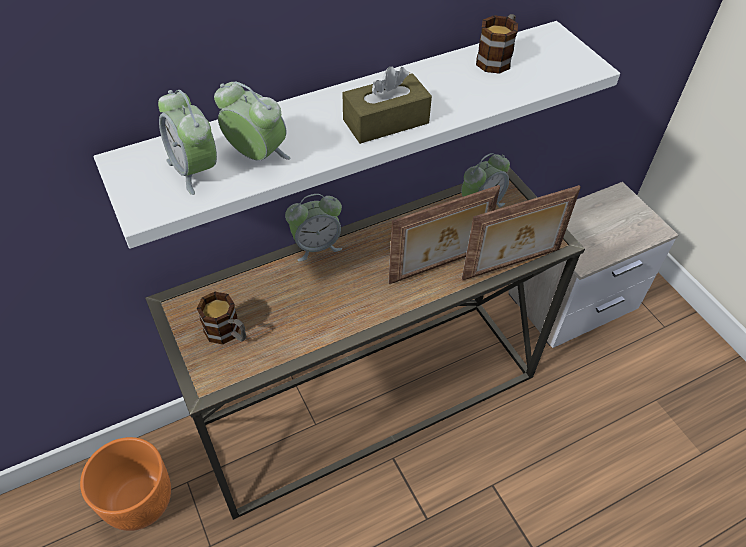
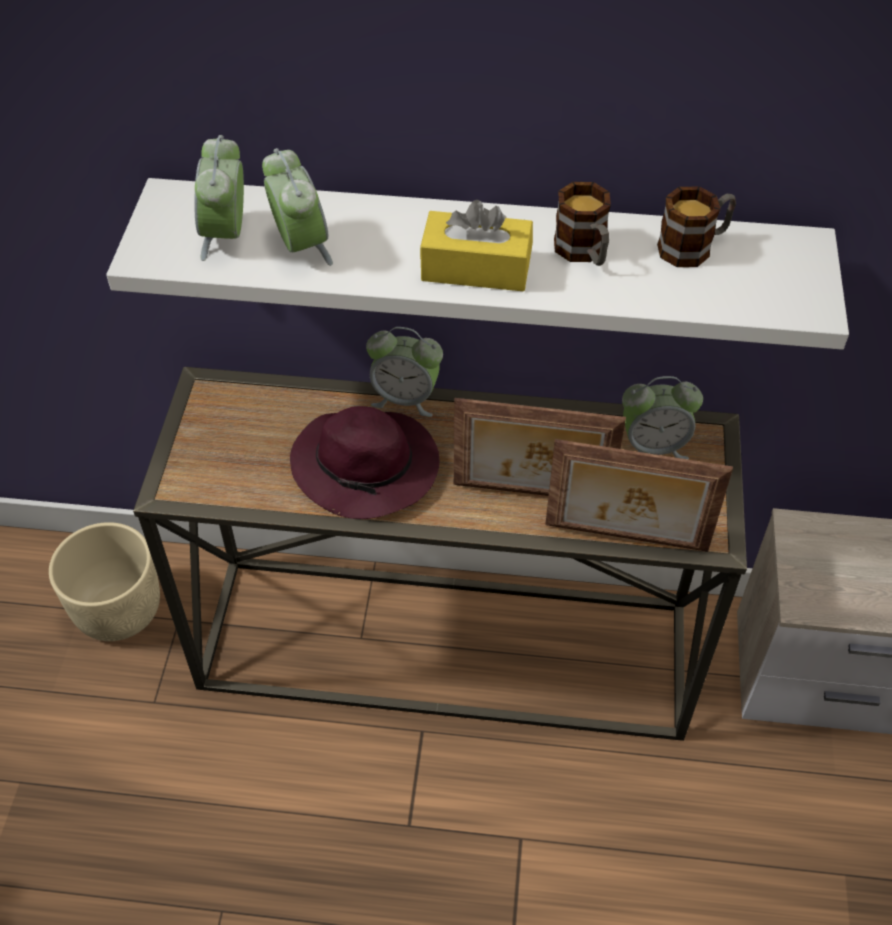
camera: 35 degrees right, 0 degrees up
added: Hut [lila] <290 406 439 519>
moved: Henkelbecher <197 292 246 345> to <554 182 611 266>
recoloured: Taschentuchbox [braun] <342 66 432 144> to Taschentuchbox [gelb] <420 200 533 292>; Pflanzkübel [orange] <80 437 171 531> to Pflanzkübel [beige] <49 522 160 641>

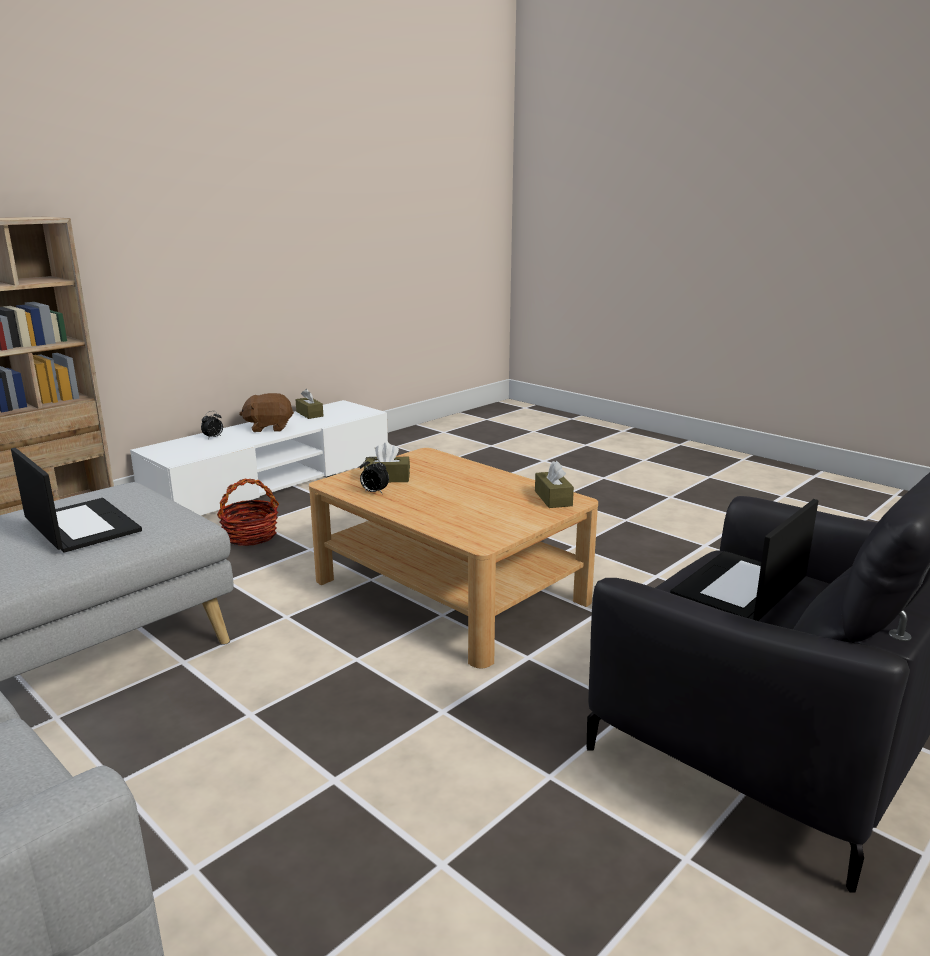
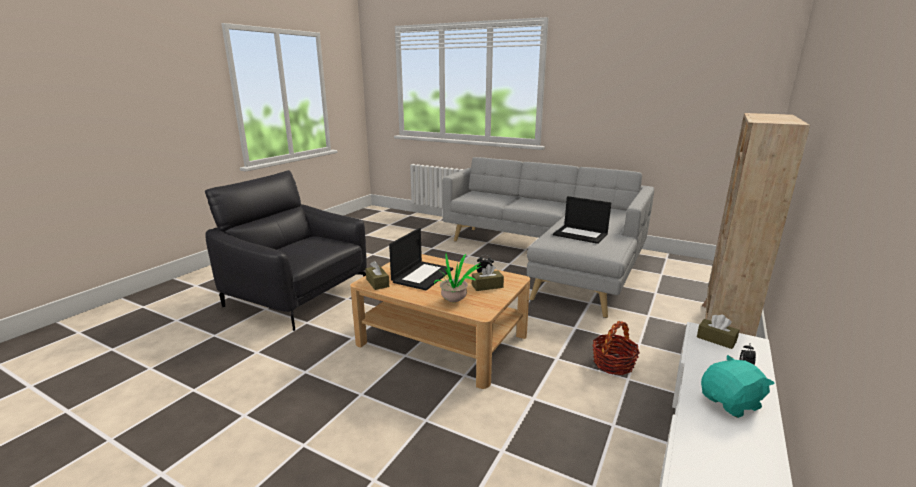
camera: 165 degrees right, 0 degrees up
added: Topfpflanze <432 254 481 302>
moved: Taschentuchbox [braun] <295 389 323 419> to <697 314 739 349>; Laptop <670 499 818 621> to <389 228 453 290>
recoloured: Plüschtier [braun] <239 393 294 432> to Plüschtier [türkis] <701 355 775 418>

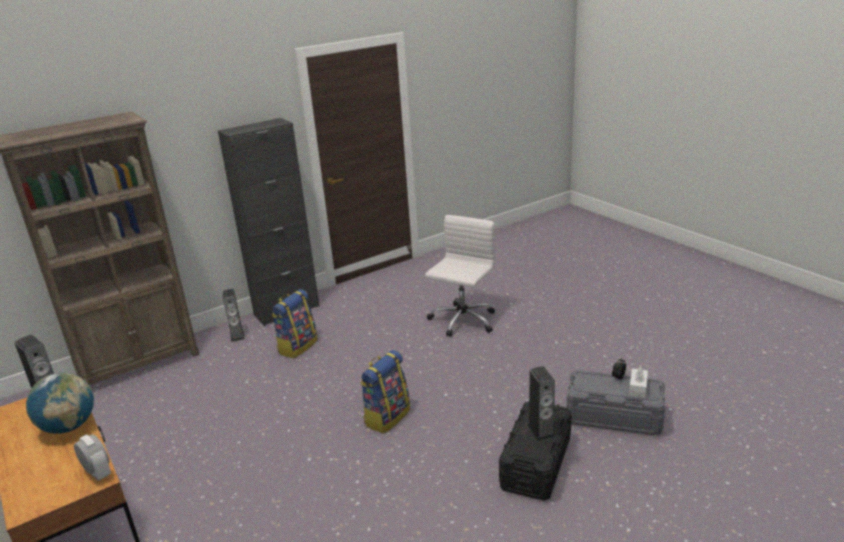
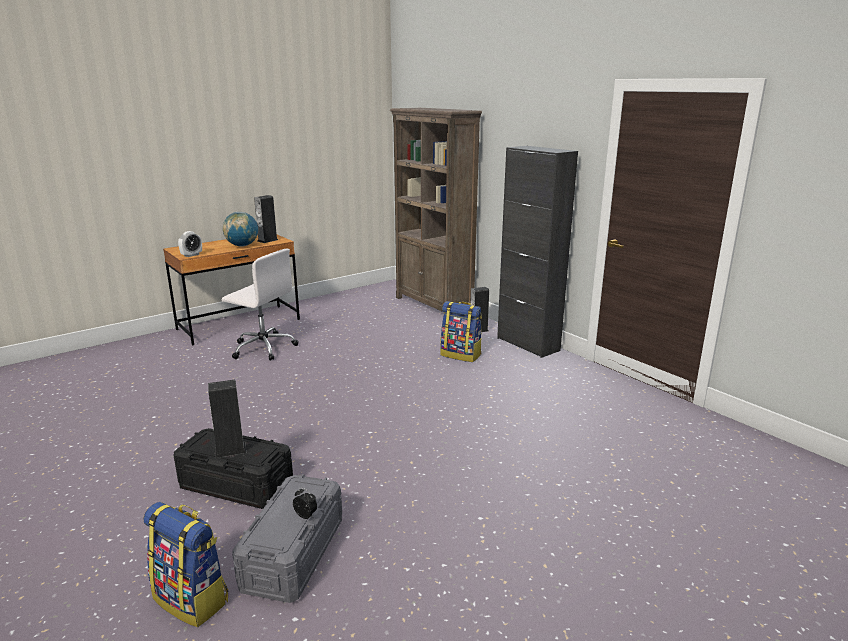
camera: 85 degrees right, 5 degrees down
removed: Taschentuchbox [weiß] <629 366 648 398>
moved: Bürostuhl [weiß] <425 215 495 337> to <222 249 299 361>; Rucksack <360 350 410 433> to <143 502 228 627>

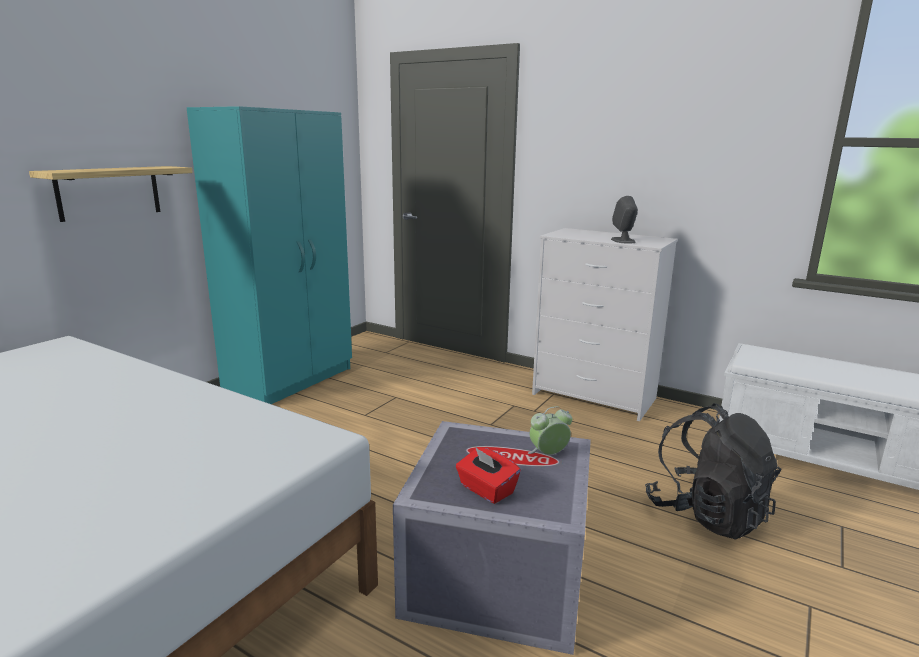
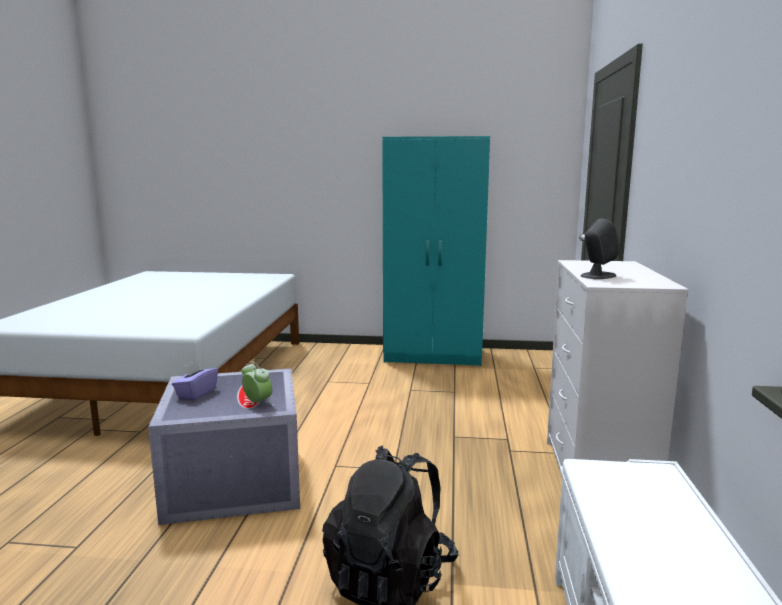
camera: 65 degrees right, 5 degrees down
removed: Wandregal <29 166 193 222>
recoloured: Taschentuchbox [rot] <456 447 521 504> to Taschentuchbox [lila] <172 361 218 400>

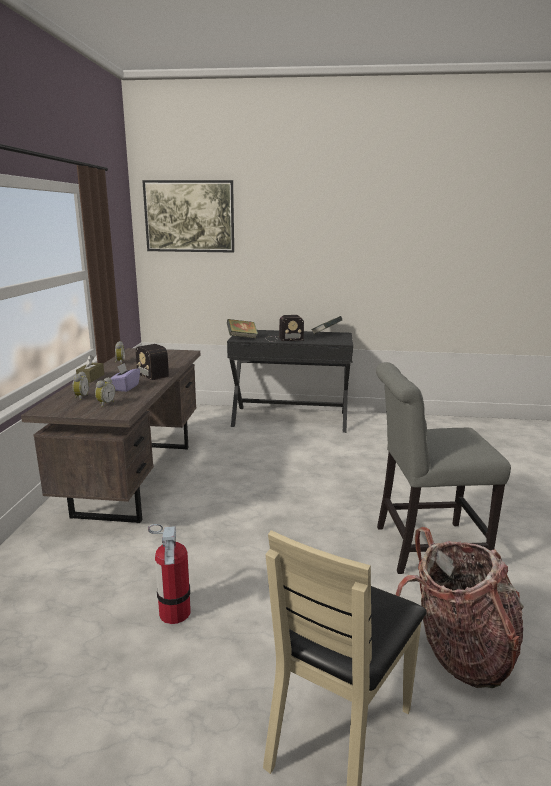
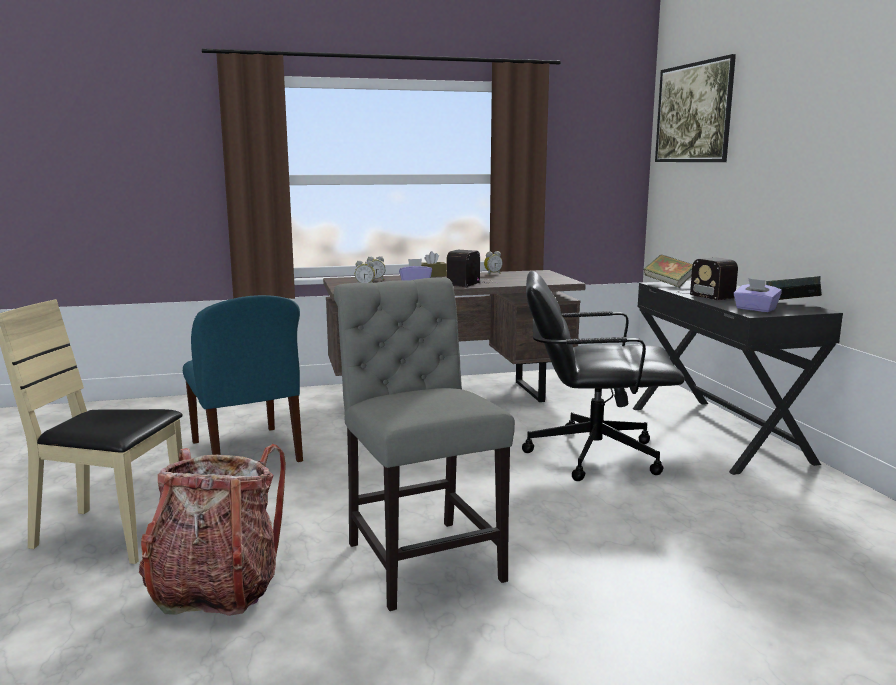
camera: 70 degrees right, 5 degrees down
added: Bürostuhl [schwarz] <522 271 685 481>; Taschentuchbox [lila] <733 278 782 312>
replaced: Feuerlöscher <148 524 191 624> to Stuhl [blau] <183 295 303 462>

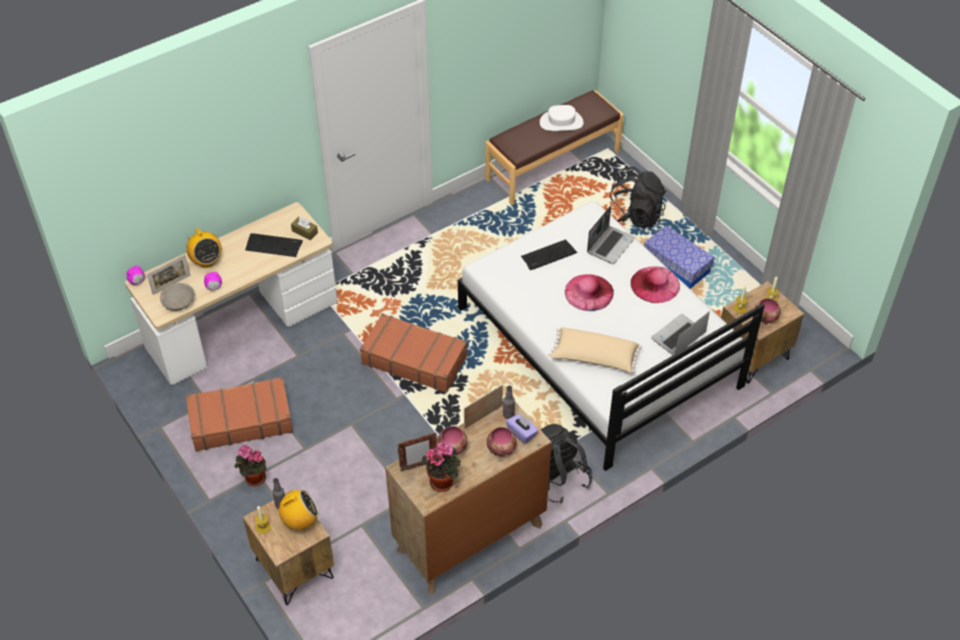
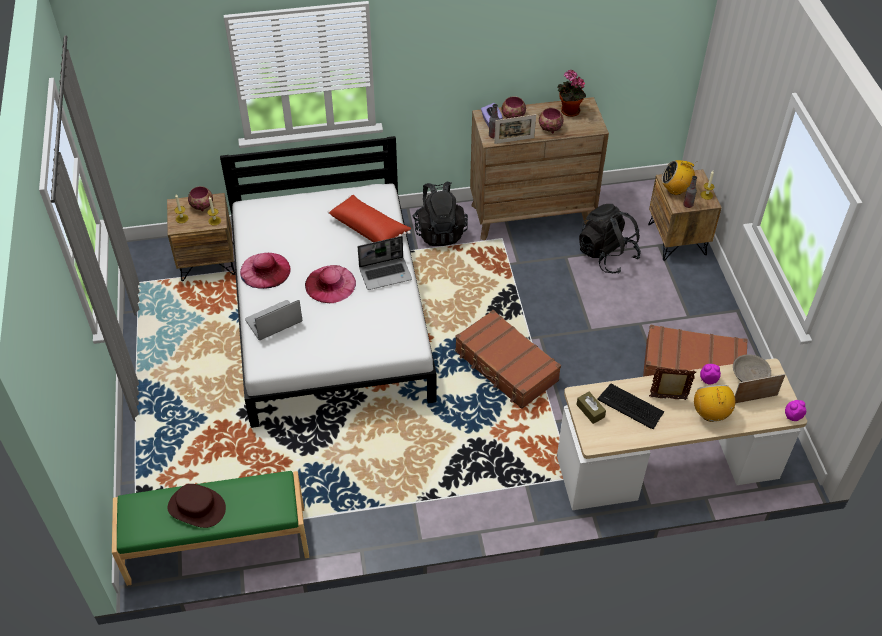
camera: 155 degrees left, 0 degrees up
removed: Aufbewahrungsbox <644 225 715 289>; Tastatur <521 239 577 270>; Topfpflanze <234 445 266 486>
moved: Rucksack [schwarz] <610 167 667 228> to <579 204 641 274>; Laptop <651 312 710 355> to <358 236 412 290>; Bilderrahmen <397 432 437 472> to <649 367 696 400>
recoloured: Bank [braun] <485 90 624 205> to Bank [grün] <112 471 309 586>; Hut [weiß] <540 105 583 131> to Hut [braun] <167 484 226 528>; Kissen [beige] <548 328 642 373> to Kissen [rot] <327 195 411 242>

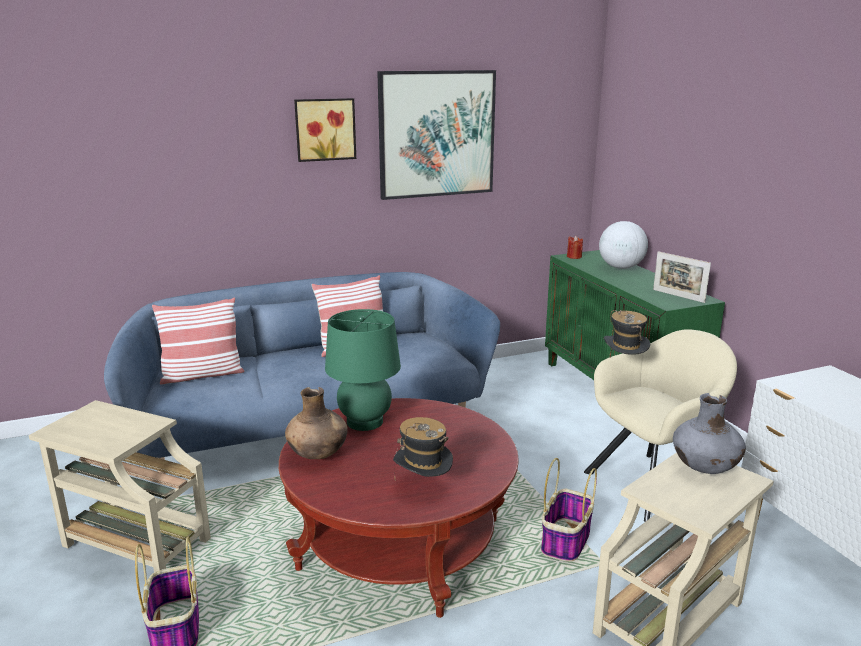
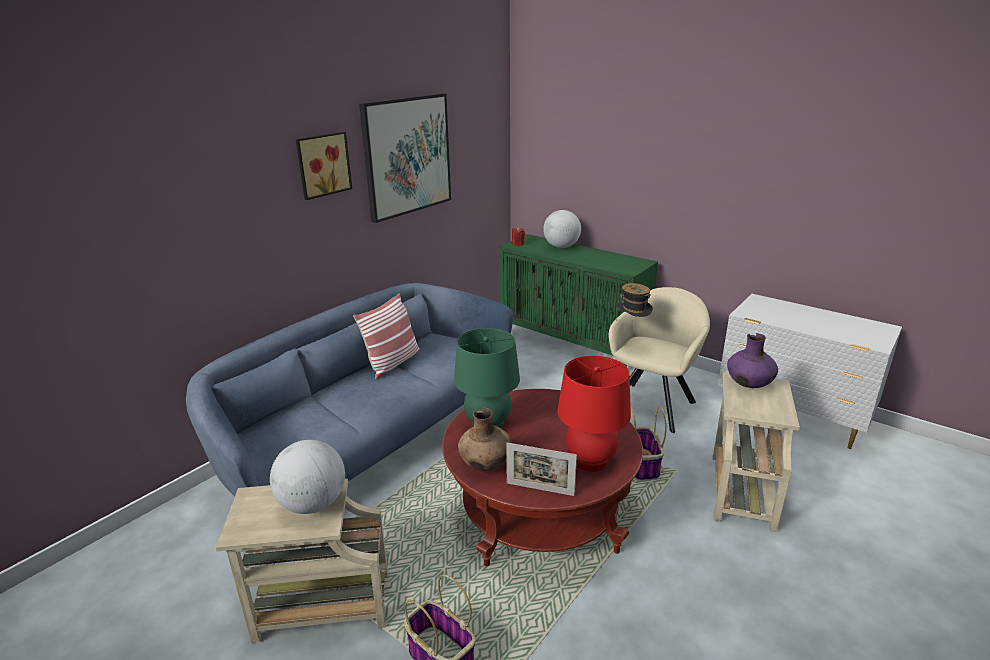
camera: 30 degrees left, 5 degrees up
removed: Kissen <152 297 244 385>
added: Globus <270 440 345 514>
moved: Bilderrahmen <653 251 711 303> to <506 443 577 496>
replaced: Hut <393 417 453 477> to Tischlampe [rot] <558 356 631 472>
recoloured: Vase [grau] <673 393 746 474> to Vase [lila] <727 333 778 388>

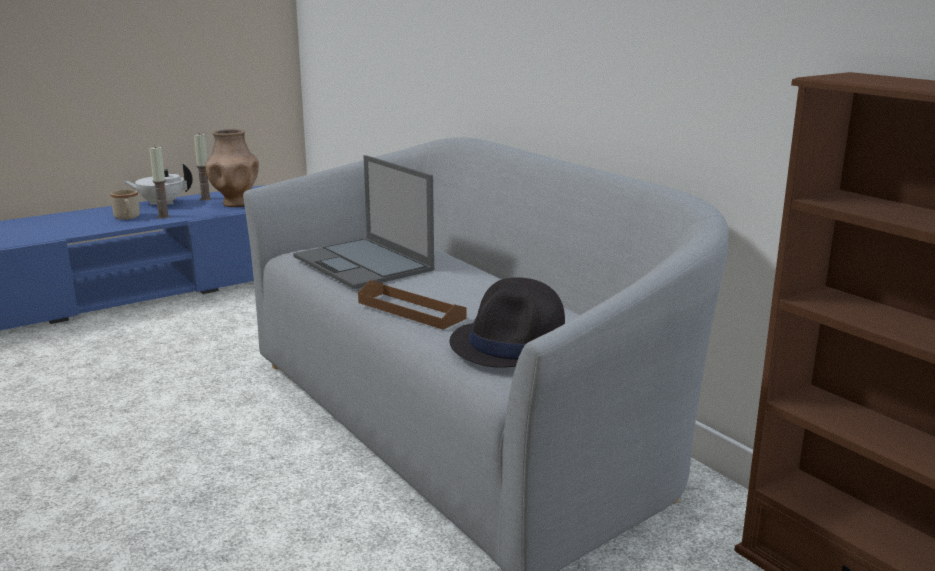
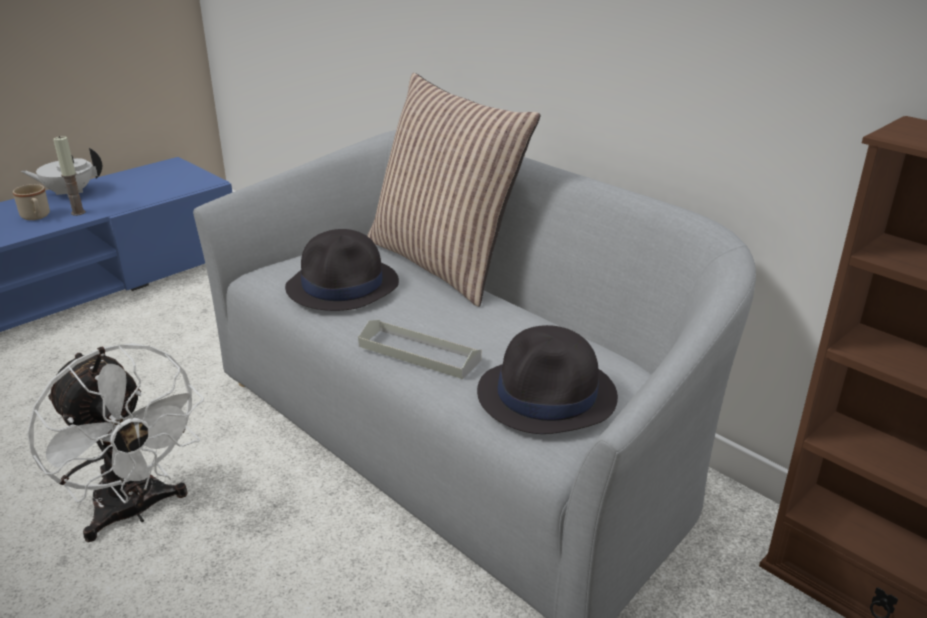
camera: 10 degrees left, 10 degrees up
removed: Vase [braun] <205 129 259 207>; Kerze <194 134 212 201>
added: Kissen <367 73 540 307>; Ventilator [weiß] <27 343 204 542>
replaced: Laptop <293 155 434 289> to Hut [schwarz] <285 229 399 311>
recoloured: Tablett [braun] <358 280 467 330> to Tablett [grau] <358 320 481 379>

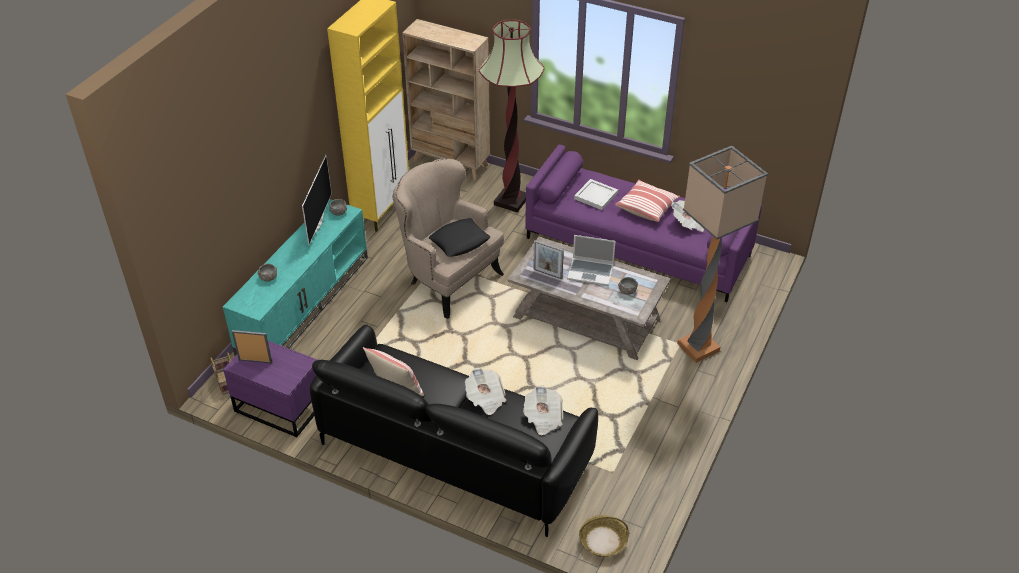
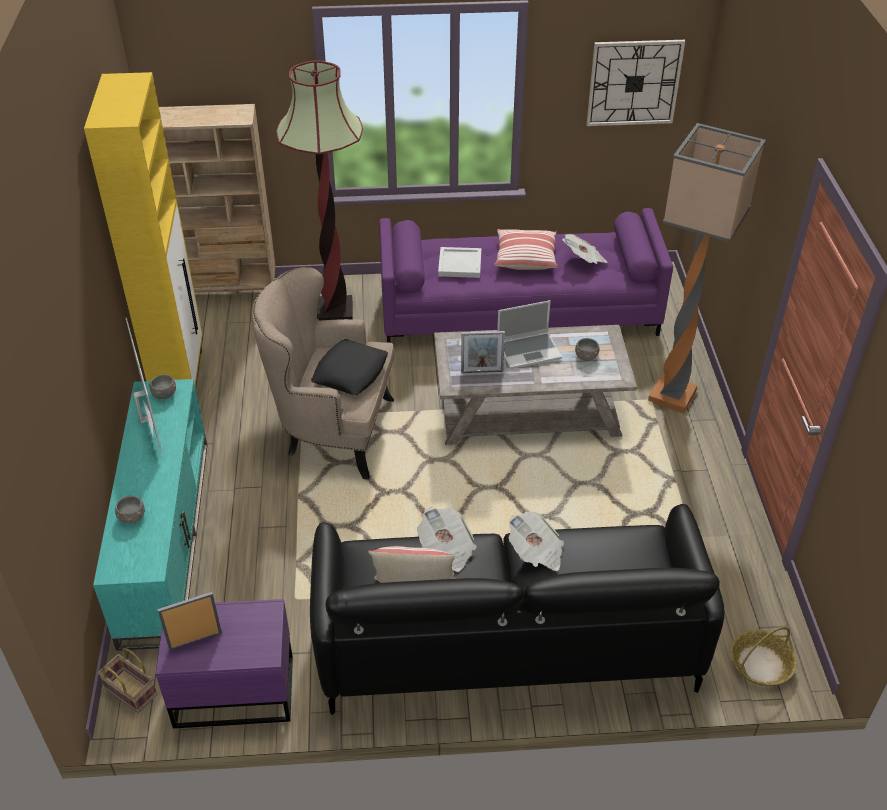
camera: 30 degrees left, 0 degrees up
added: Wanduhr <587 40 685 126>
moved: Zeitung <523 385 563 435> to <417 507 477 572>

